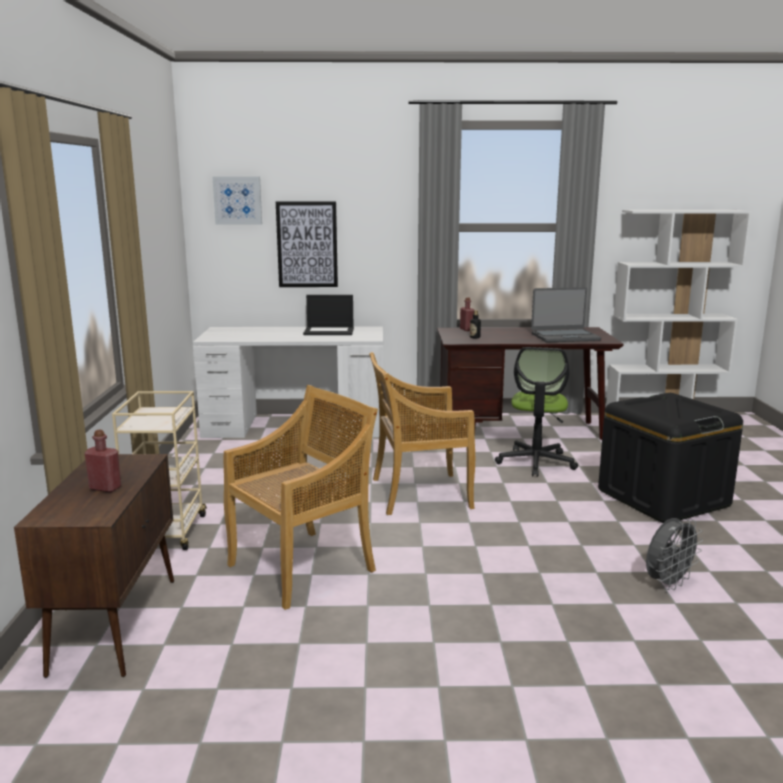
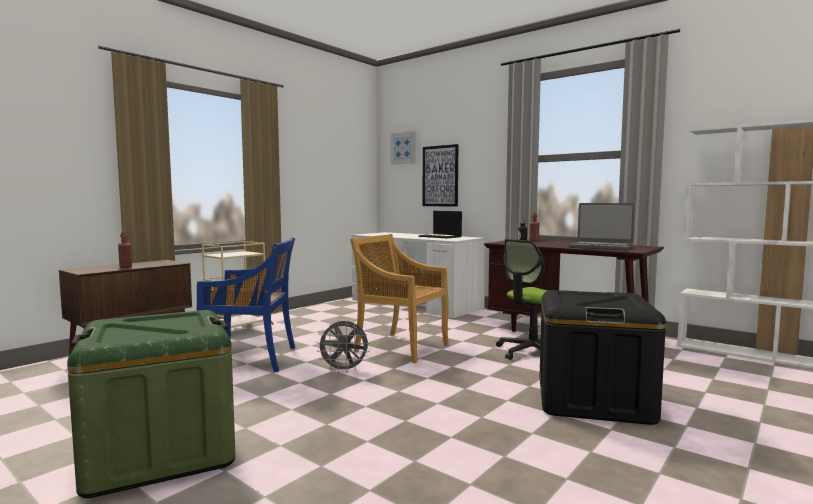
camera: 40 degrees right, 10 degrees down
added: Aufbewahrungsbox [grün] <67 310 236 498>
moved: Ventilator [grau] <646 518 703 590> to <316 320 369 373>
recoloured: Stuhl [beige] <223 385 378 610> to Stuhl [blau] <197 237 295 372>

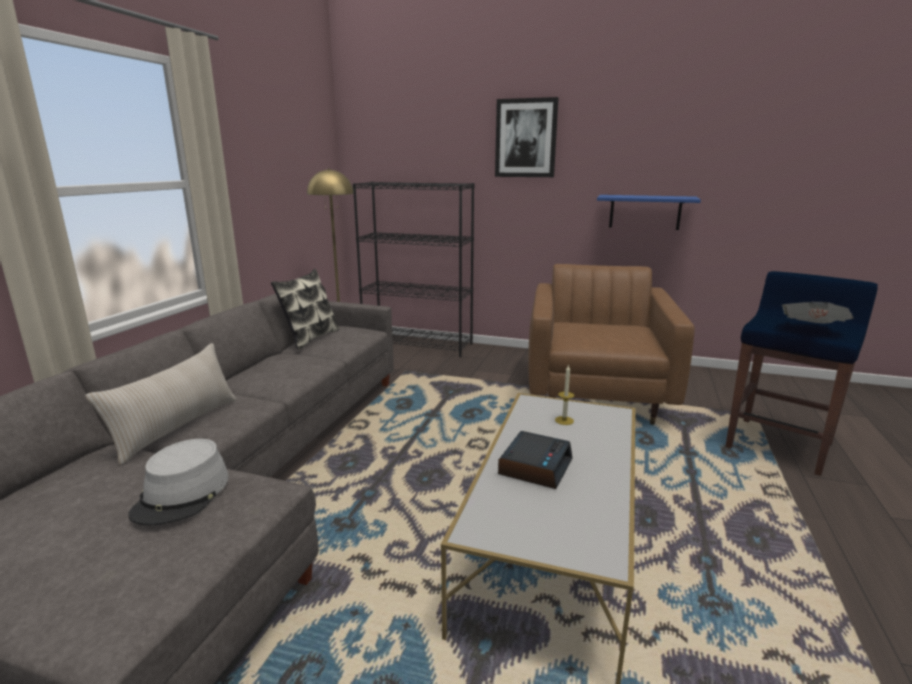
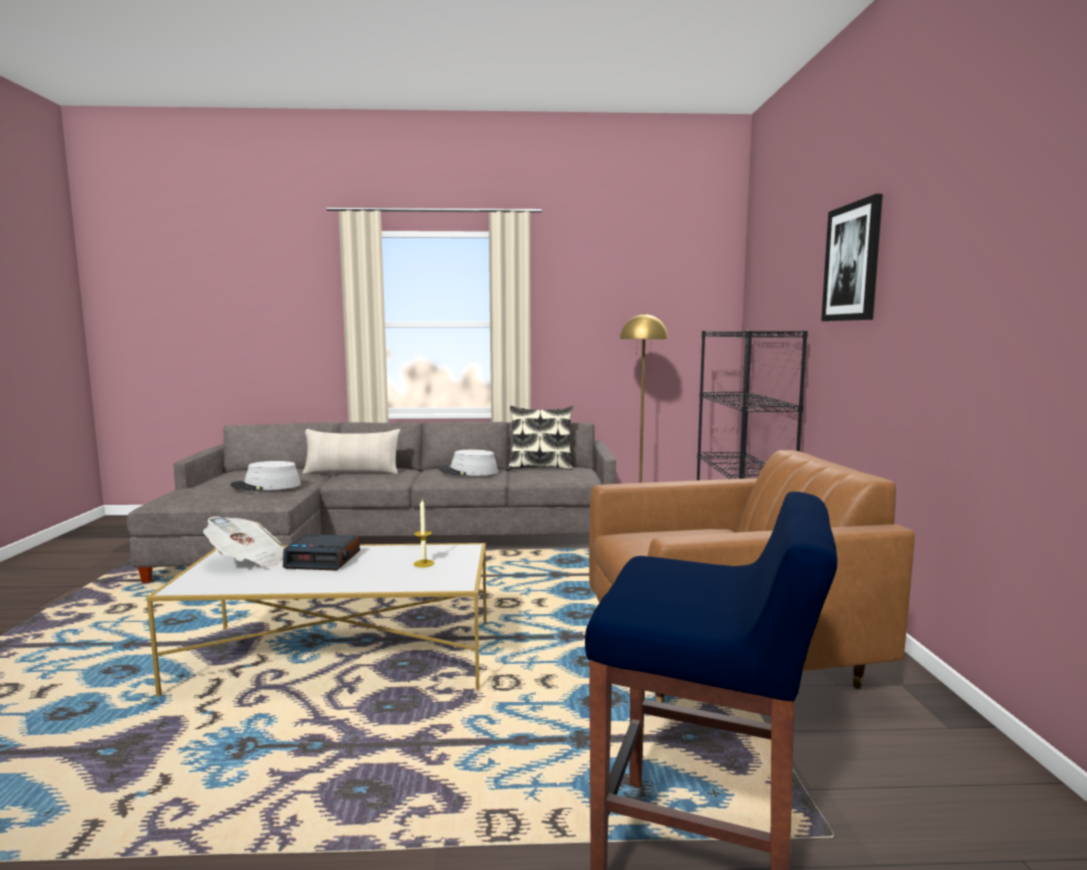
camera: 70 degrees right, 10 degrees down
removed: Wandregal [blau] <597 195 701 230>
added: Hut [grau] <439 450 498 476>
moved: Zeitung <782 302 854 323> to <203 516 285 568>

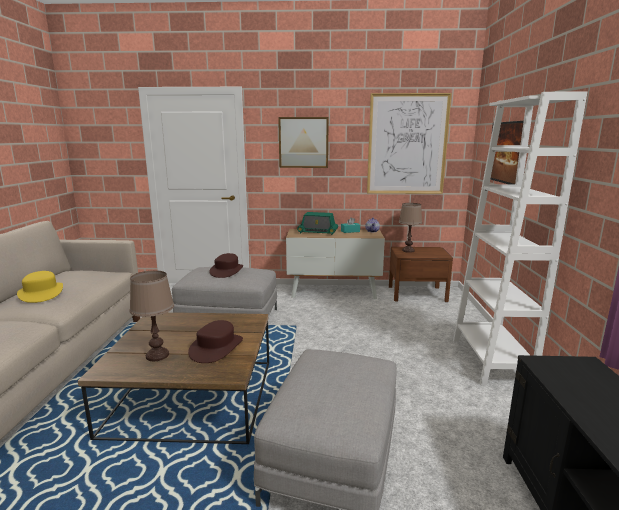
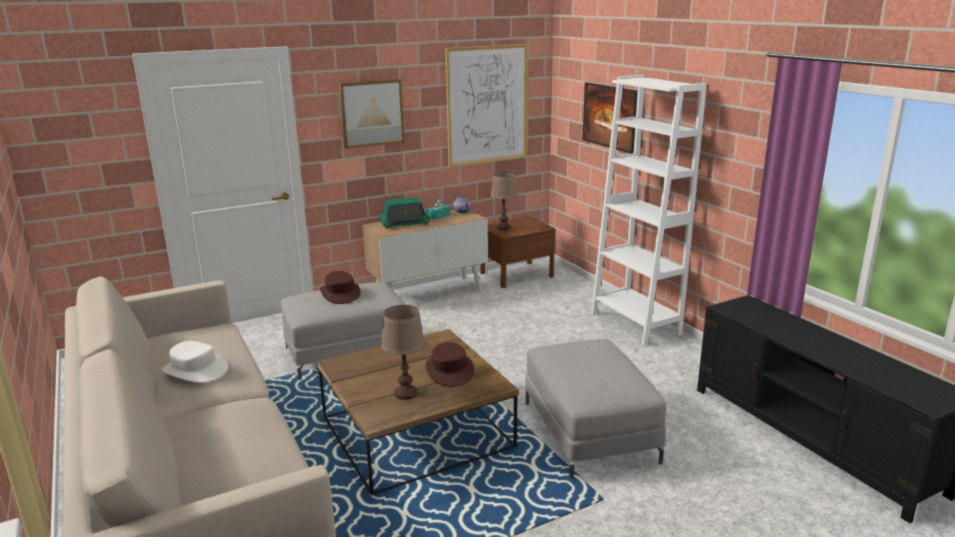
camera: 30 degrees left, 5 degrees up
recoloured: Hut [gelb] <17 271 63 303> to Hut [weiß] <162 341 228 383>

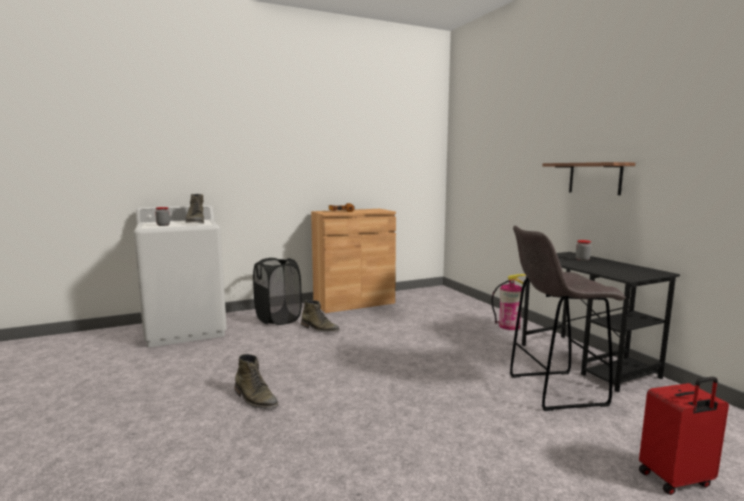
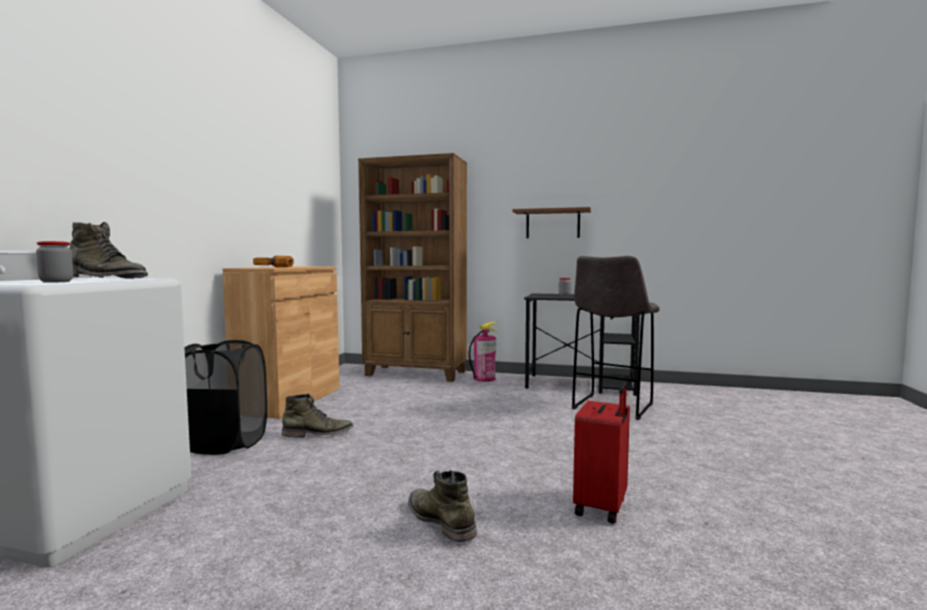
camera: 50 degrees left, 5 degrees down
added: Bücherregal [braun] <358 153 467 382>
moved: Koffer [rot] <639 377 729 495> to <573 382 630 524>
turned: Stiefel [grün] <234 354 279 409> = <408 470 477 542> 120 degrees counterclockwise

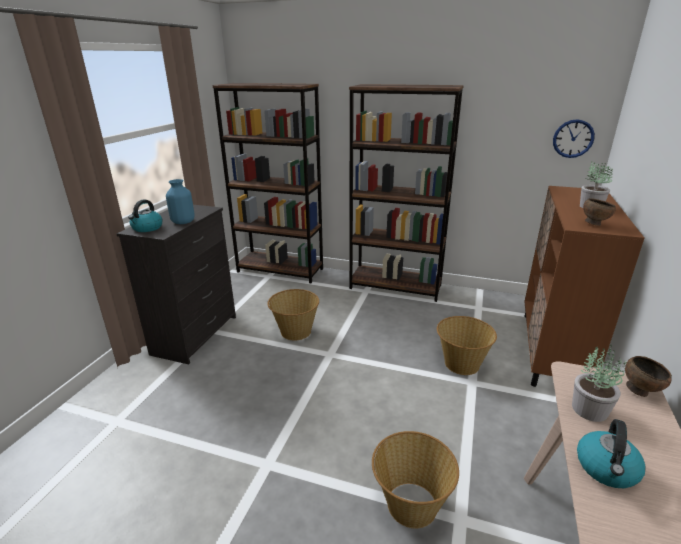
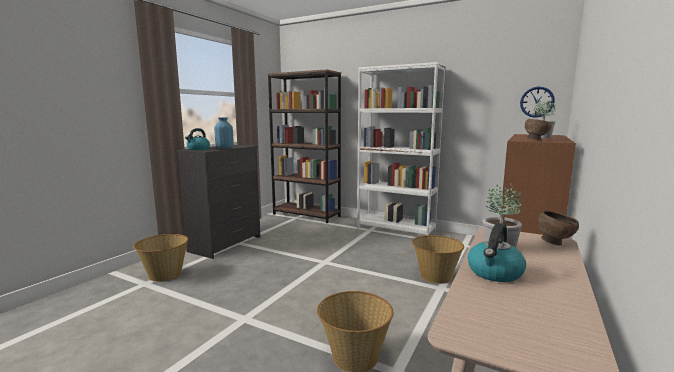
camera: 10 degrees right, 15 degrees down
moved: Korb <267 289 319 341> to <133 234 188 282>
recoloured: Bücherregal [braun] <349 84 464 302> to Bücherregal [weiß] <357 62 446 235>

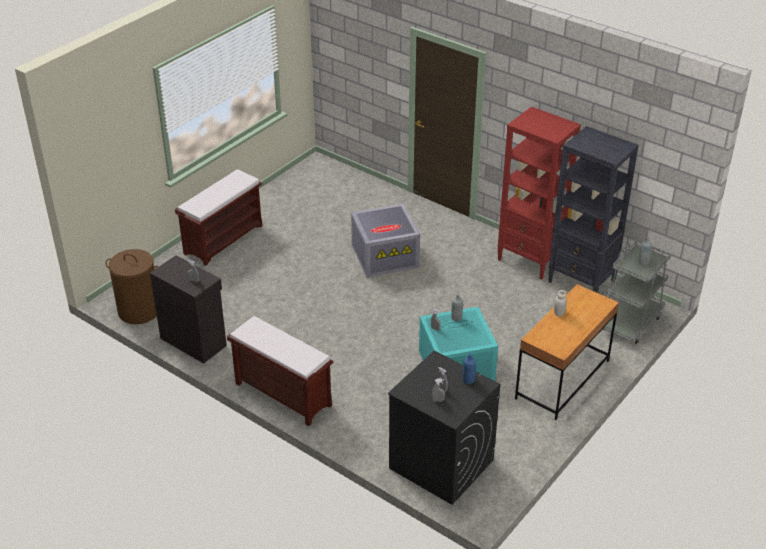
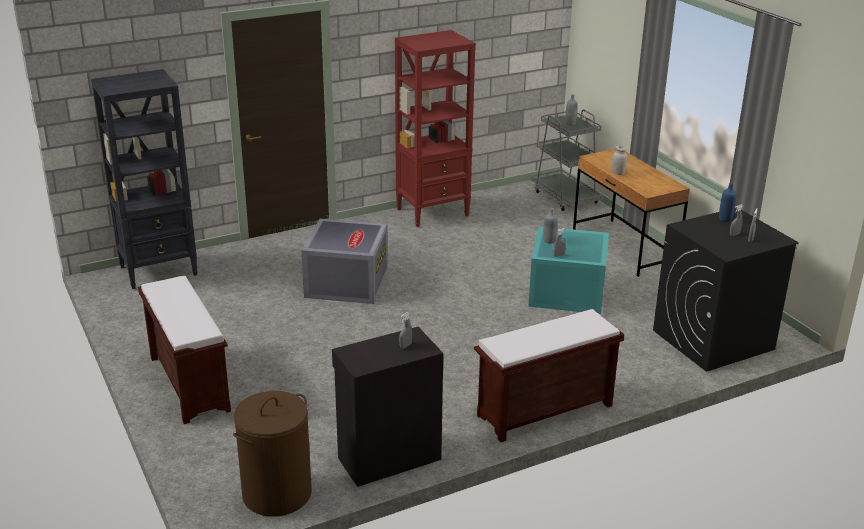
camera: 65 degrees left, 10 degrees down
moved: Bücherregal [schwarz] <548 126 639 293> to <91 69 198 289>

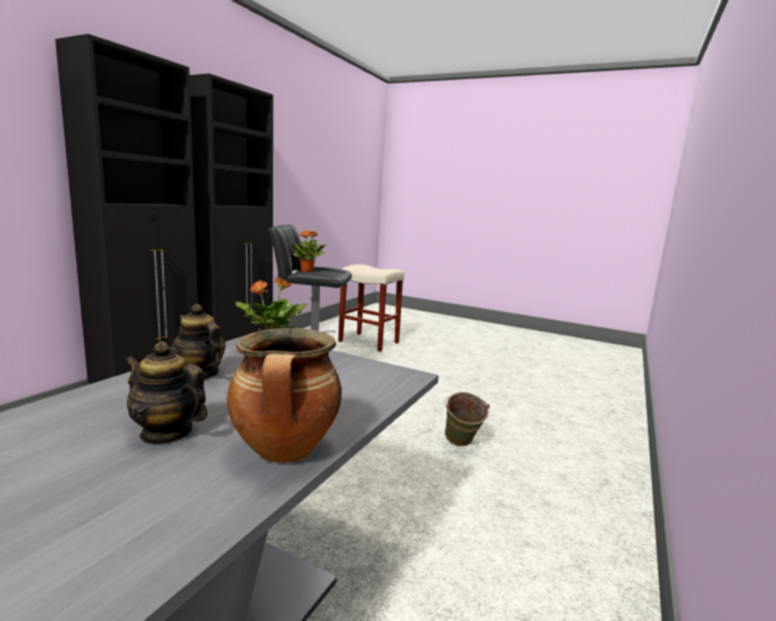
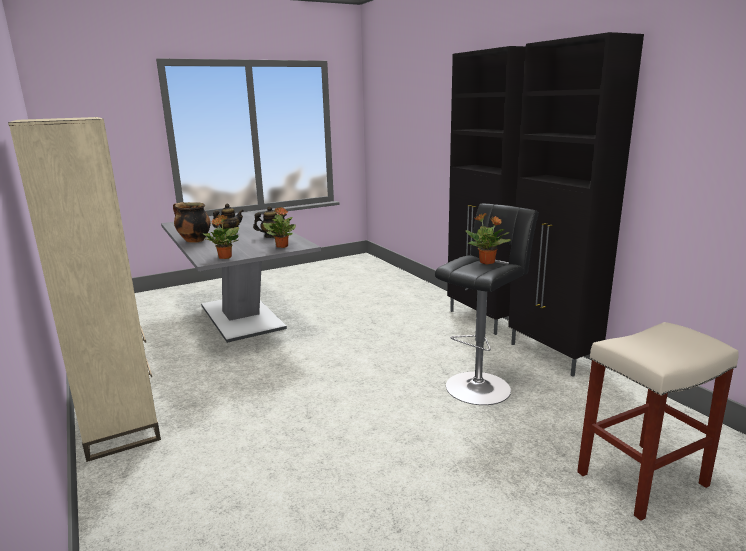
camera: 125 degrees right, 5 degrees up
removed: Eimer [grün] <445 392 490 446>
added: Bücherregal [beige] <8 117 161 462>; Topfpflanze <202 215 239 259>

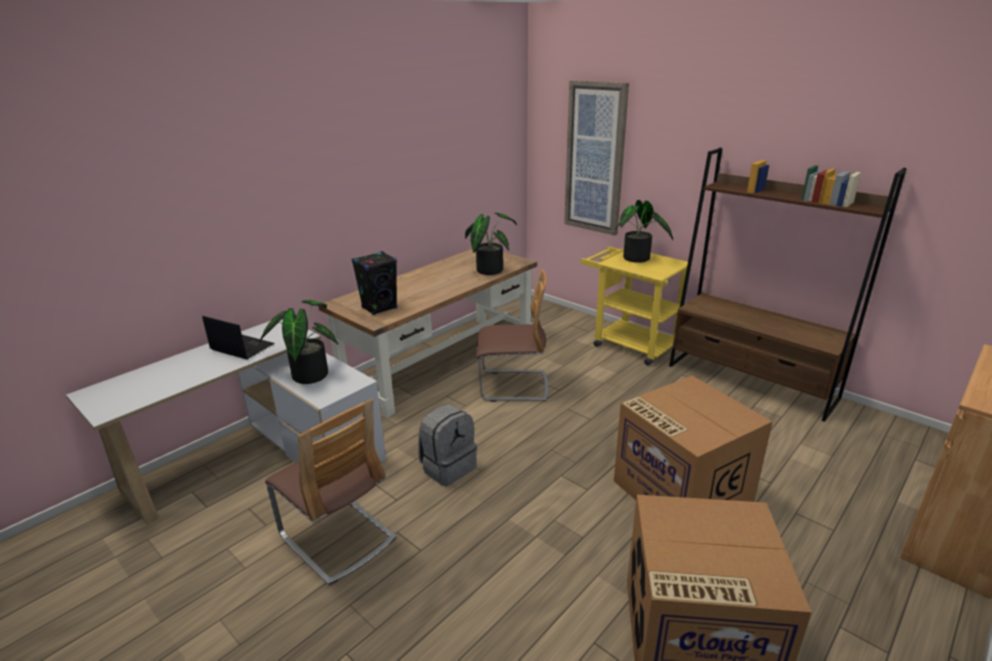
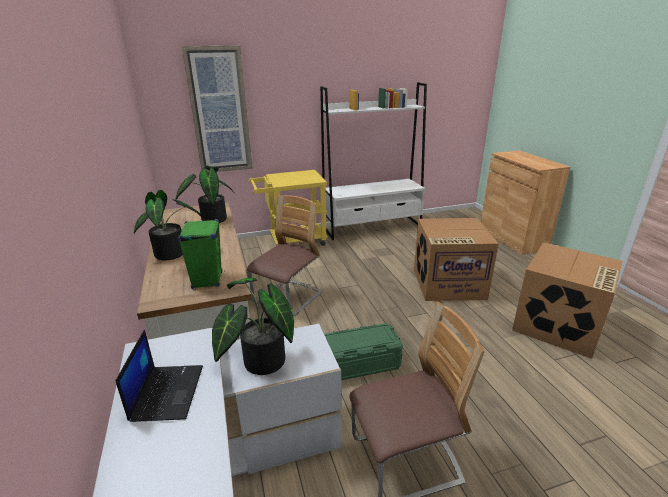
camera: 60 degrees left, 0 degrees up
moved: Topfpflanze <615 200 673 263> to <134 190 206 260>
replaced: Rucksack [grau] <418 404 477 487> to Aufbewahrungsbox [grün] <324 323 403 380>
recoloured: Bücherregal [braun] <669 148 906 422> to Bücherregal [weiß] <320 82 427 240>; Lautsprecher [schwarz] <352 251 397 315> to Lautsprecher [grün] <178 219 222 289>
turned: Laptop <202 316 274 360> = <115 330 203 422> 120 degrees clockwise

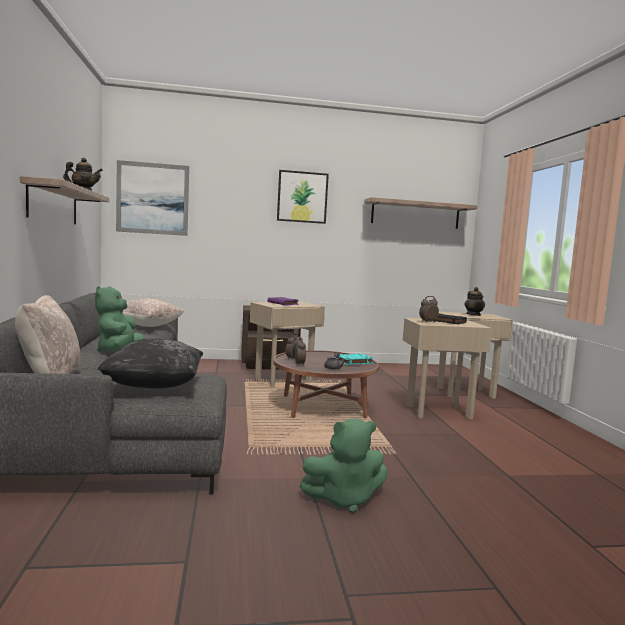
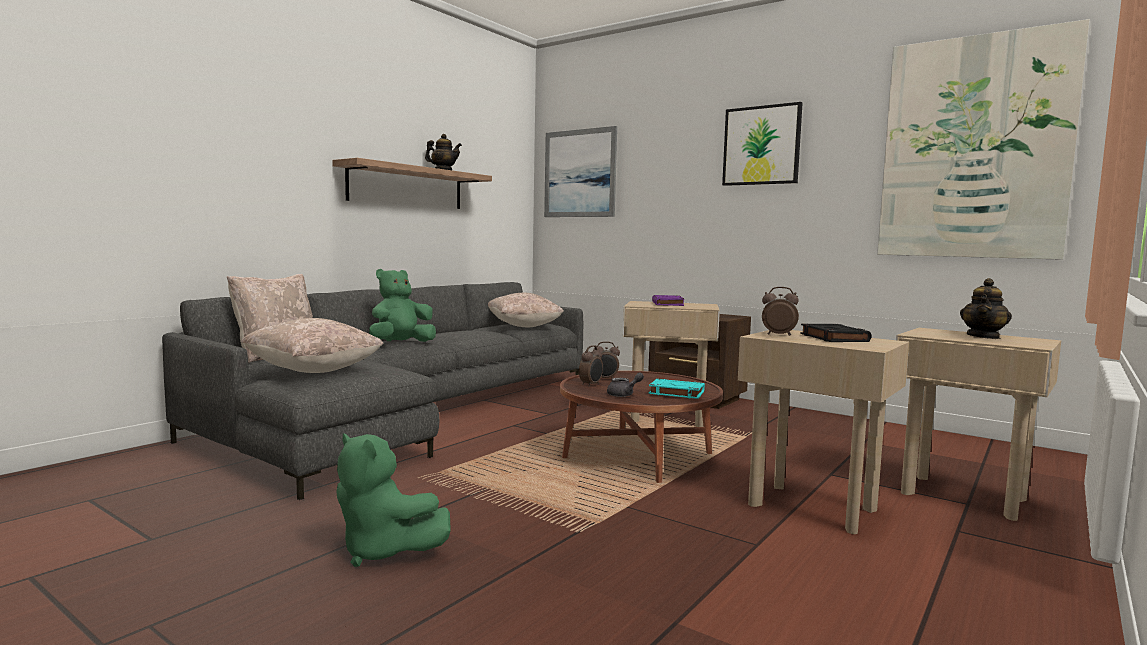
camera: 45 degrees right, 0 degrees up
replaced: Wandregal <364 197 478 229> to Bild <877 19 1090 260>
recoloured: Kissen [schwarz] <98 338 203 389> to Kissen [beige] <241 318 384 373>

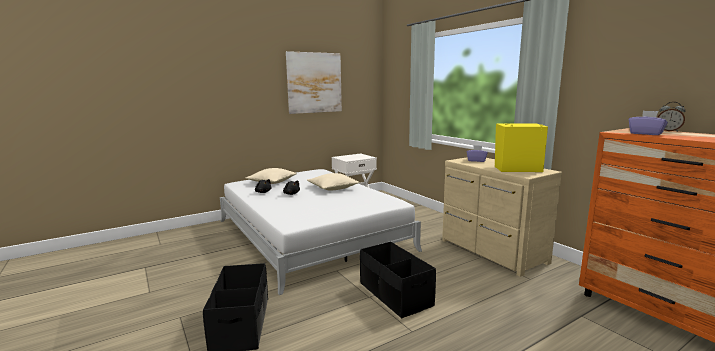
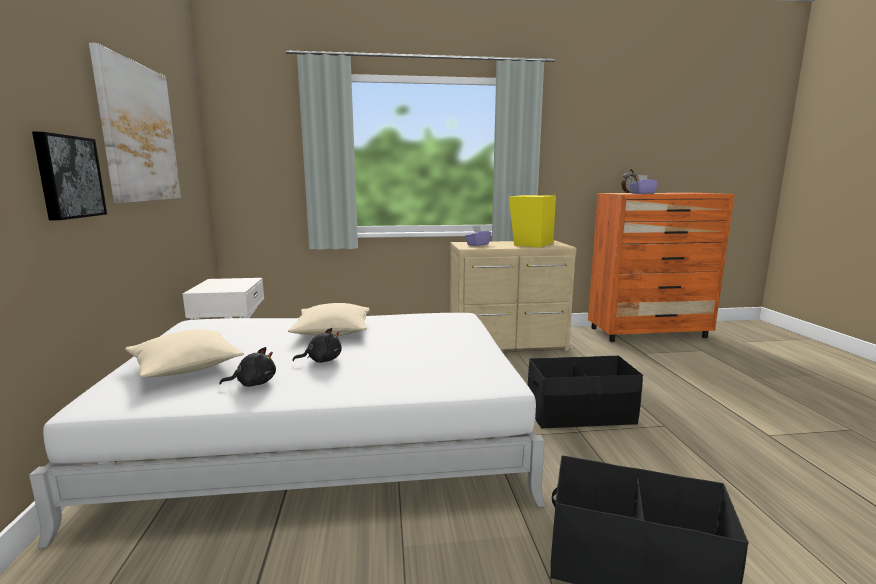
camera: 65 degrees left, 0 degrees up
added: Bild <32 132 107 220>

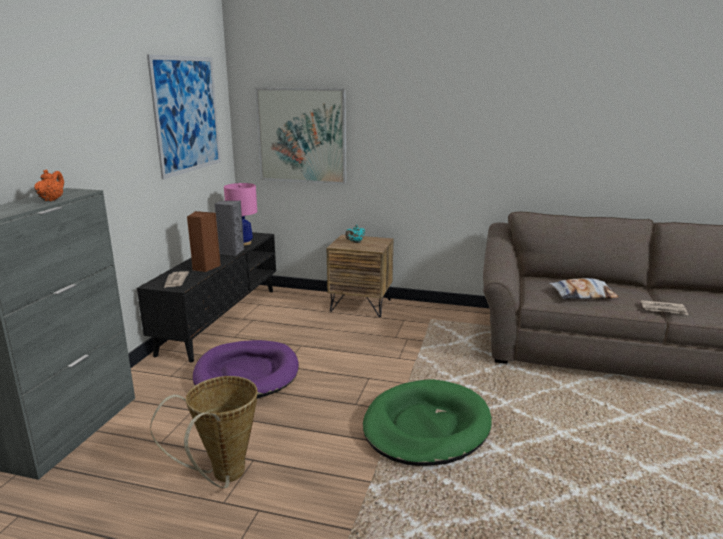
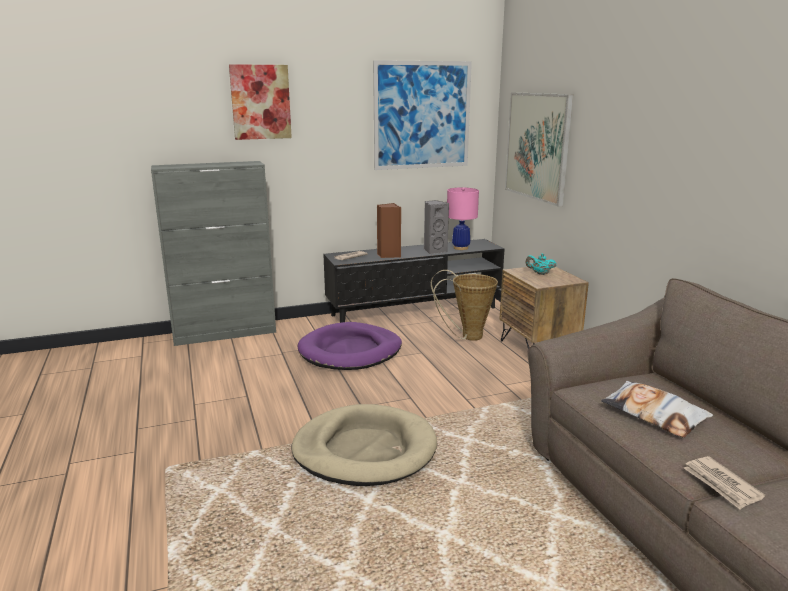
camera: 55 degrees right, 0 degrees up
removed: Teekanne [orange] <34 170 64 202>
added: Bild <229 64 292 140>
moved: Korb <150 376 258 488> to <431 270 498 341>
recoloured: Hundebett [grün] <363 380 492 466> to Hundebett [beige] <291 404 437 486>

